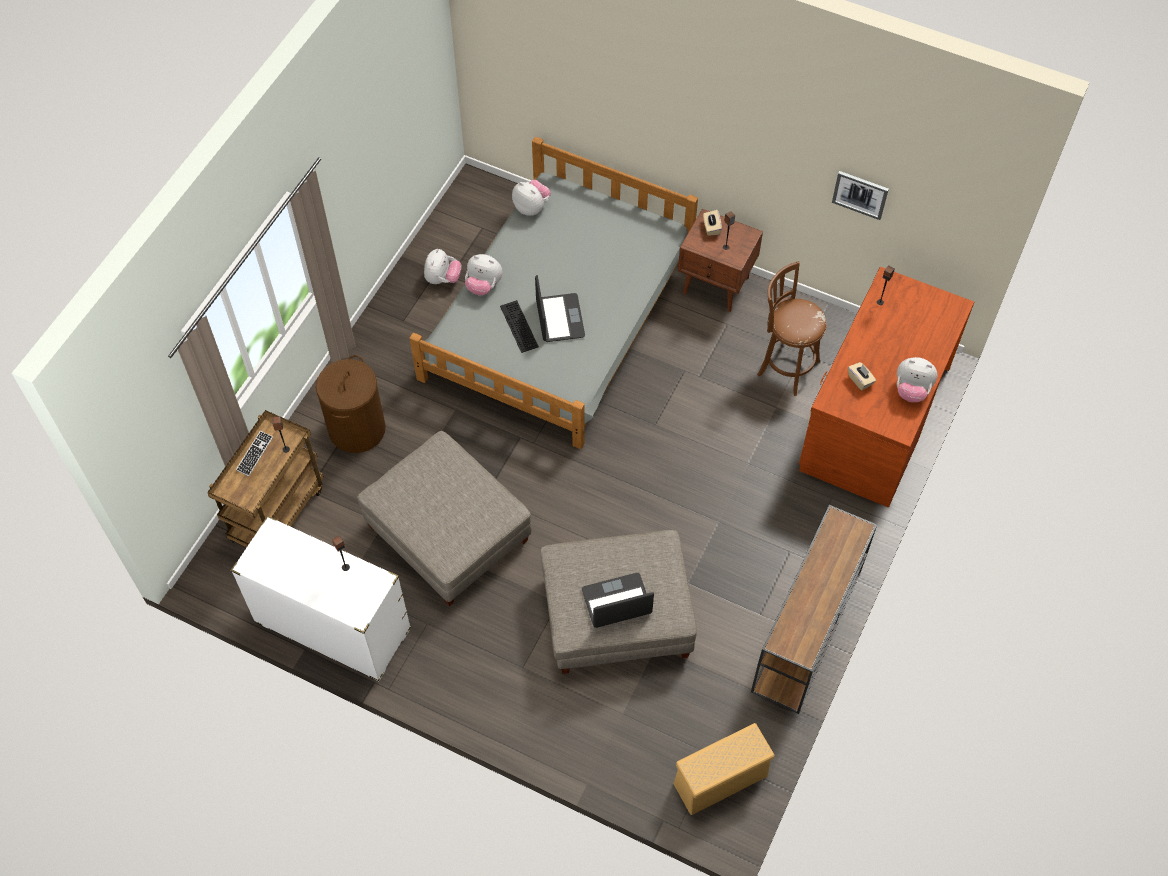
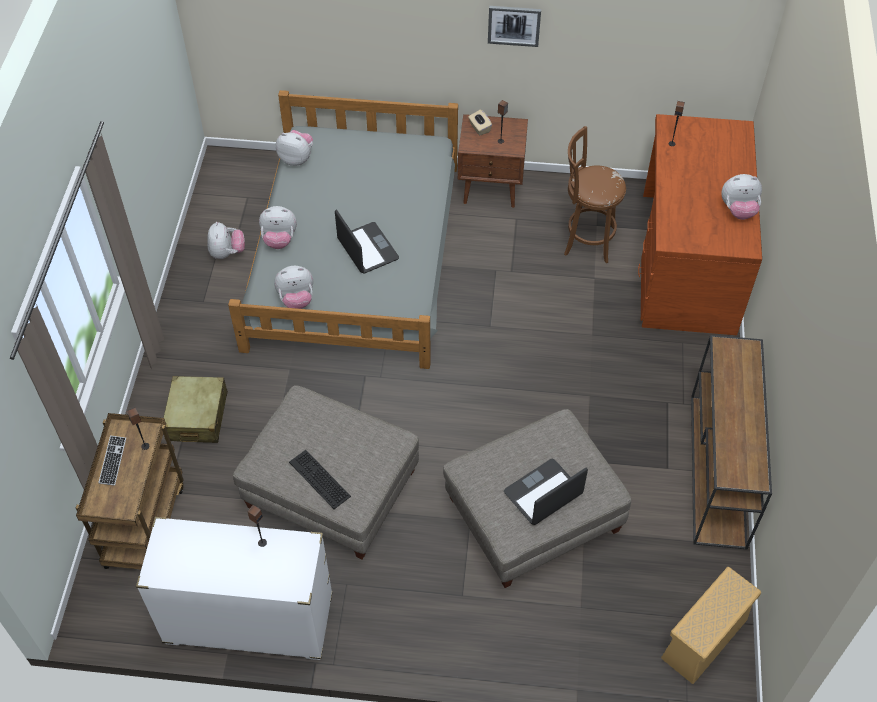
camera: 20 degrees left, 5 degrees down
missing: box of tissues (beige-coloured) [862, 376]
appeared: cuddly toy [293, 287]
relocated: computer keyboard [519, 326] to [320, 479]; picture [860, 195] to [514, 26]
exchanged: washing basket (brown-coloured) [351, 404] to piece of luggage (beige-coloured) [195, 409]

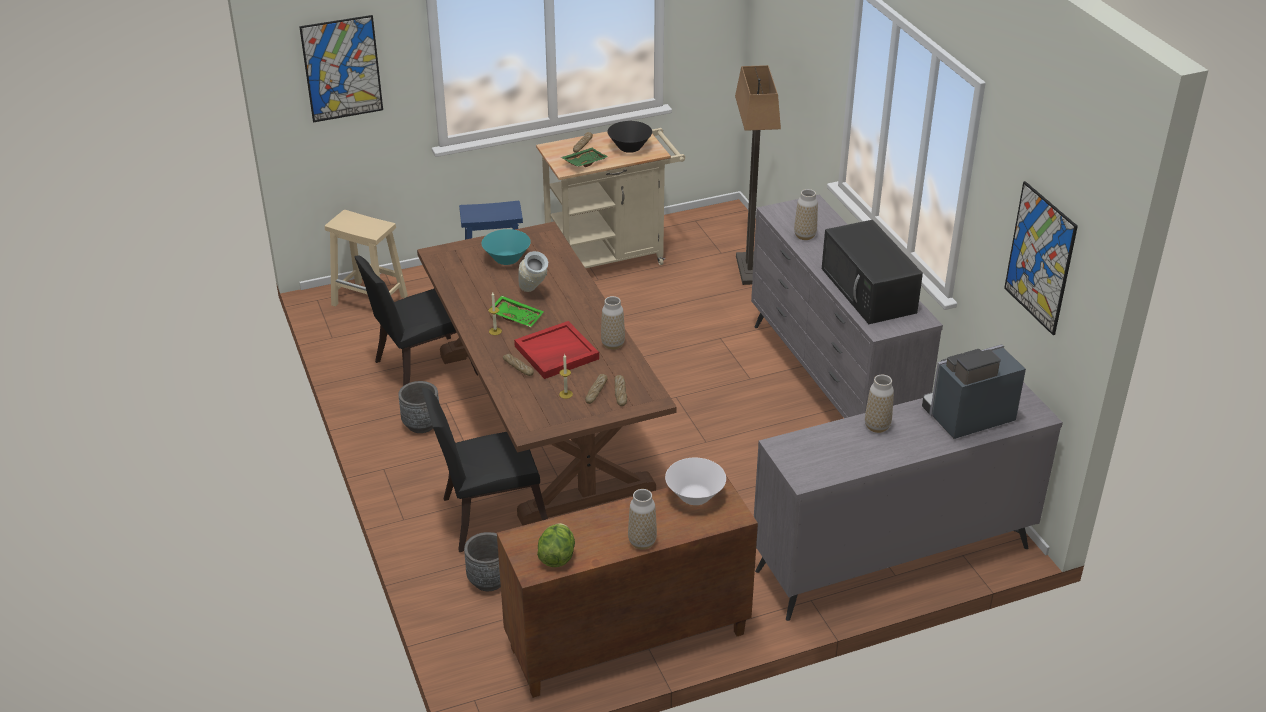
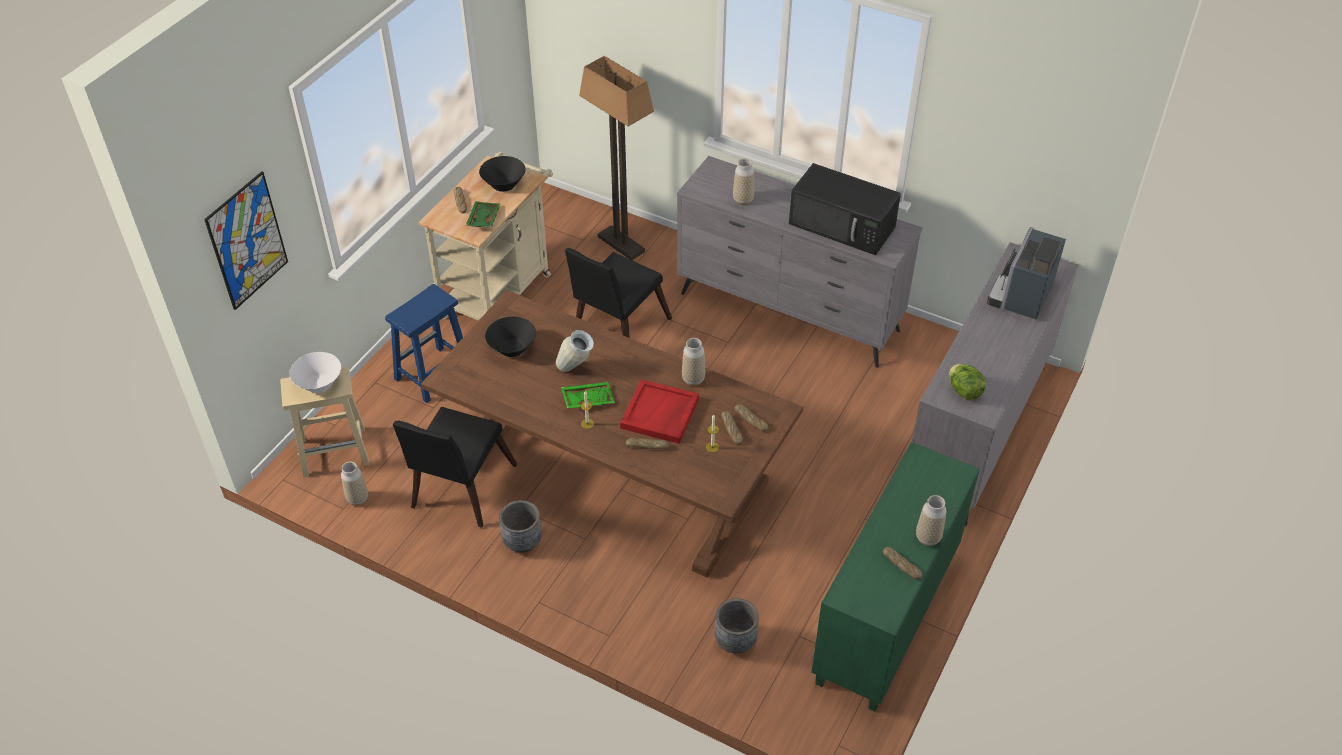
camera: 40 degrees left, 10 degrees up
missing: picture [1041, 258]
appeared: bread [902, 563]
relocated: serving bowl (white) [695, 481] to [315, 372]; decorative vase [879, 404] to [354, 484]; upright chair (black-coloured) [485, 470] to [618, 293]; head of lettuce [556, 545] to [967, 382]
colour: serving bowl (blue-green) [506, 247] to serving bowl (black-coloured) [510, 337]; cabinet (brown-coloured) [627, 587] to cabinet (green) [895, 577]

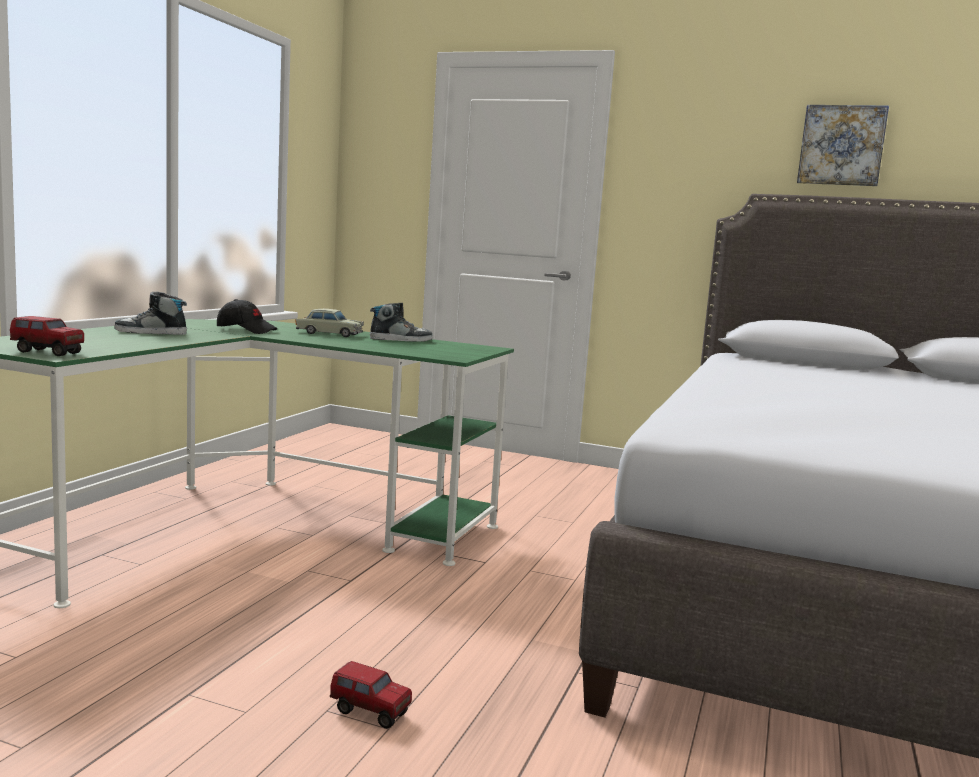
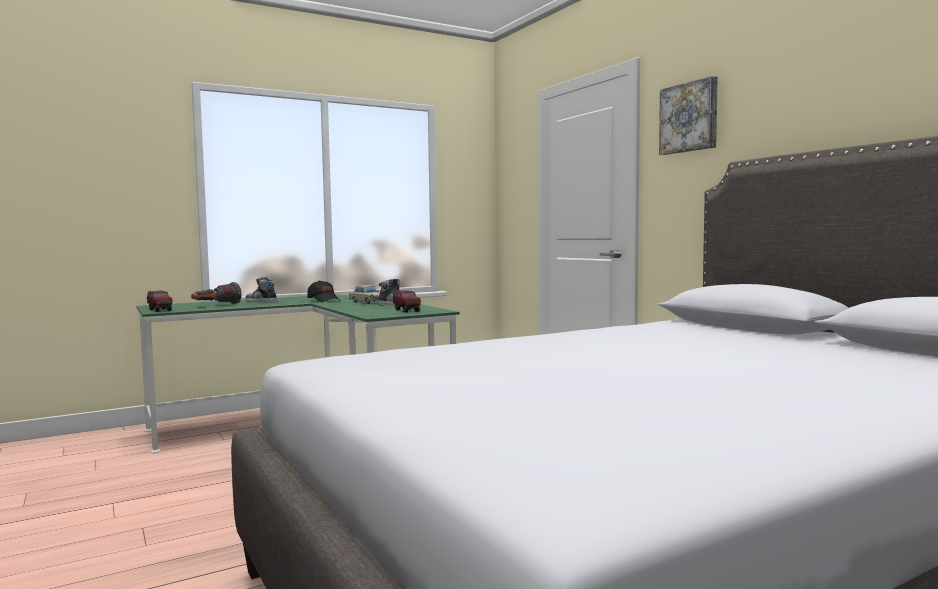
camera: 40 degrees right, 5 degrees down
appeared: flashlight [216, 293]
relocated: model truck [371, 695] to [407, 301]; picture [843, 145] to [688, 115]

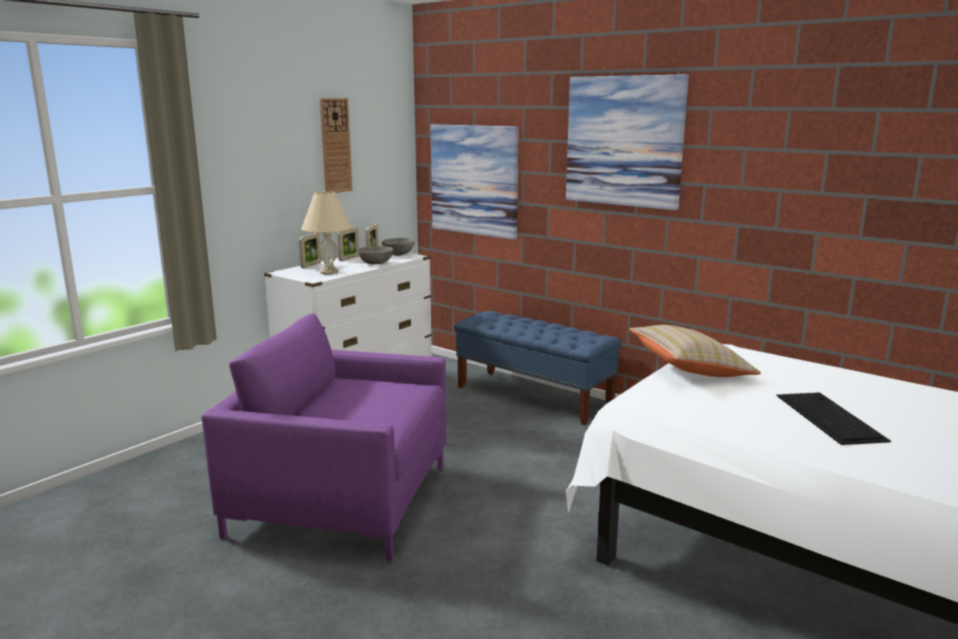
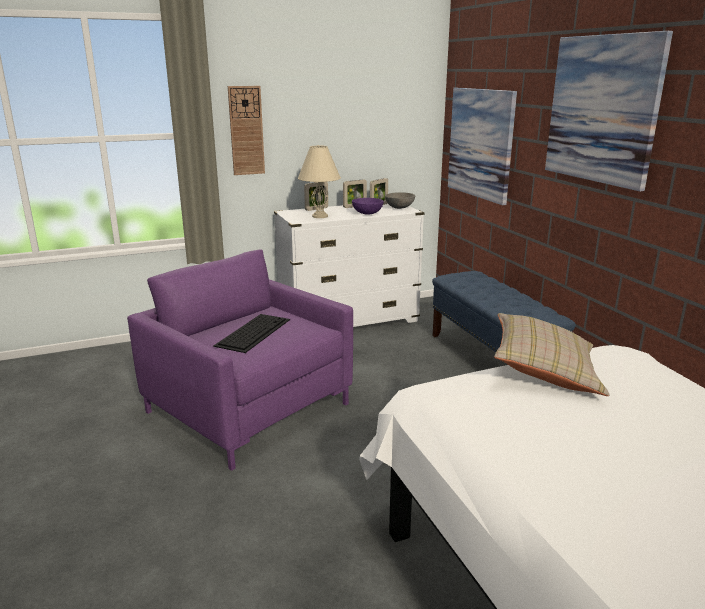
camera: 30 degrees right, 5 degrees up
relocated: computer keyboard [833, 419] to [251, 333]; wall clock [336, 145] to [246, 130]
colour: serving bowl (gray) [375, 255] to serving bowl (purplish) [368, 206]

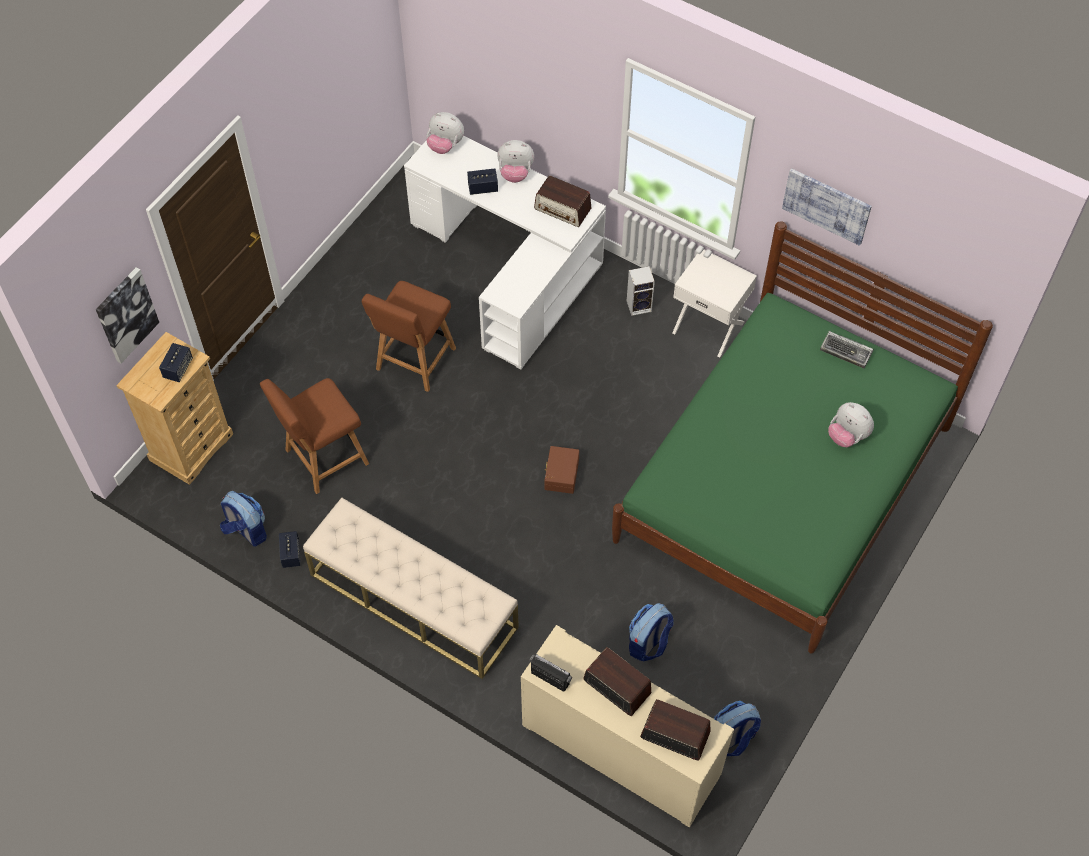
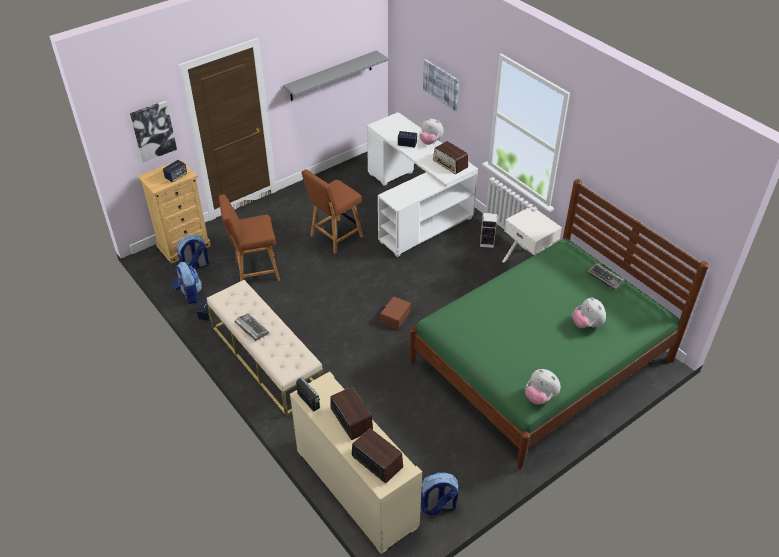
camera: 20 degrees right, 15 degrees down
appeared: computer keyboard [252, 327]; wall shelf (gray) [335, 75]
relocated: knapsack [651, 632] to [193, 251]; picture [827, 207] to [441, 85]; cuddly toy [445, 133] to [543, 387]

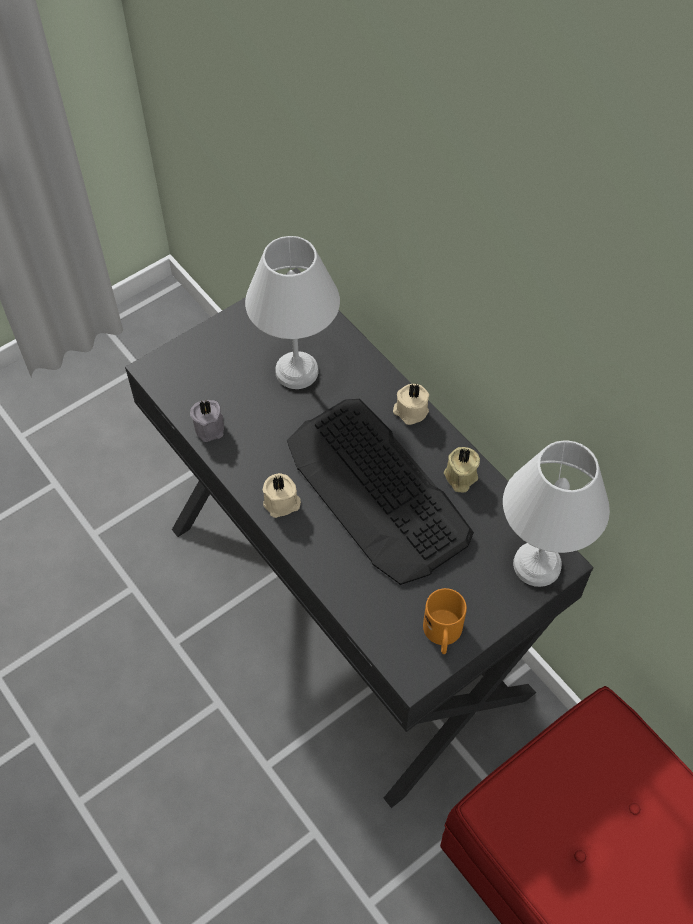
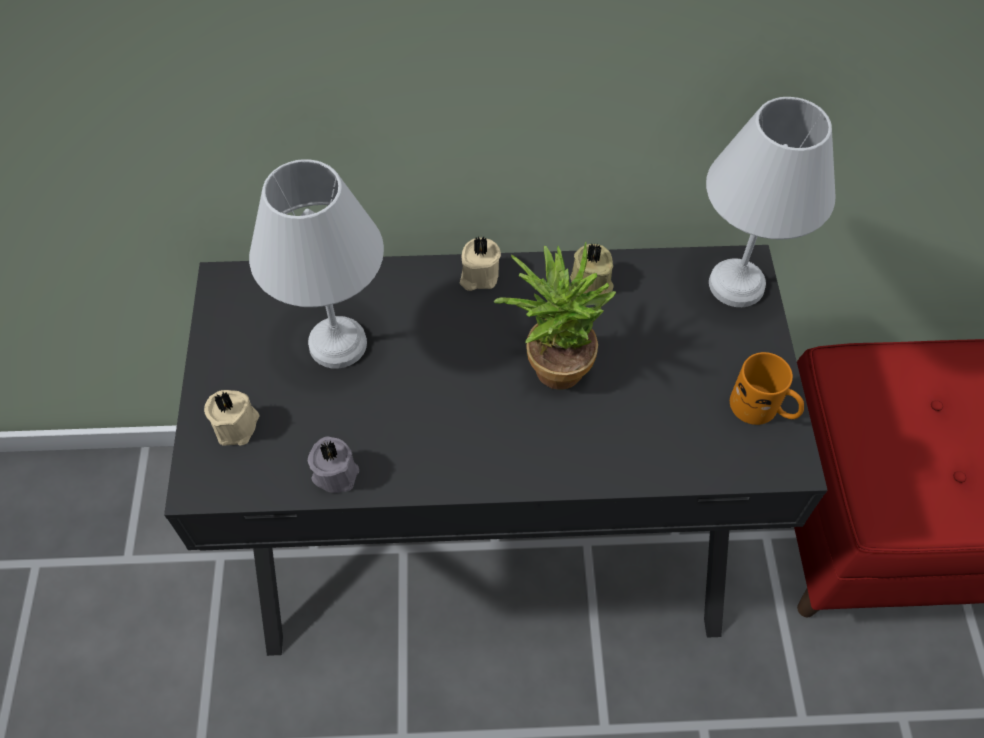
camera: 55 degrees left, 0 degrees up
relocated: wax light (beige-coloured) [282, 495] to [232, 418]
exchanged: computer keyboard [380, 492] to houseplant [555, 315]

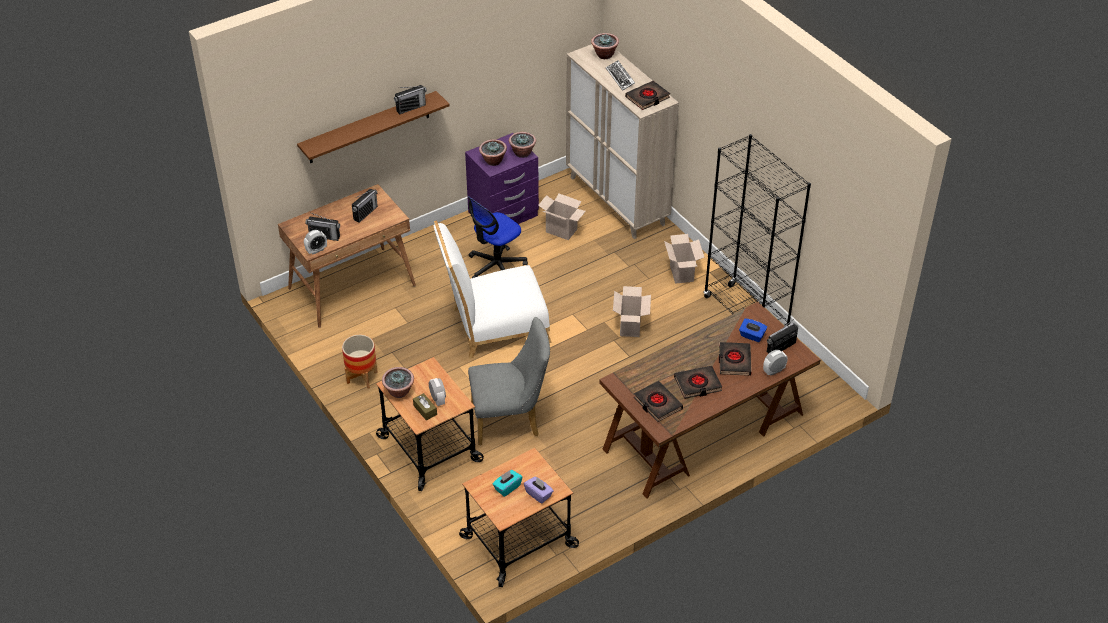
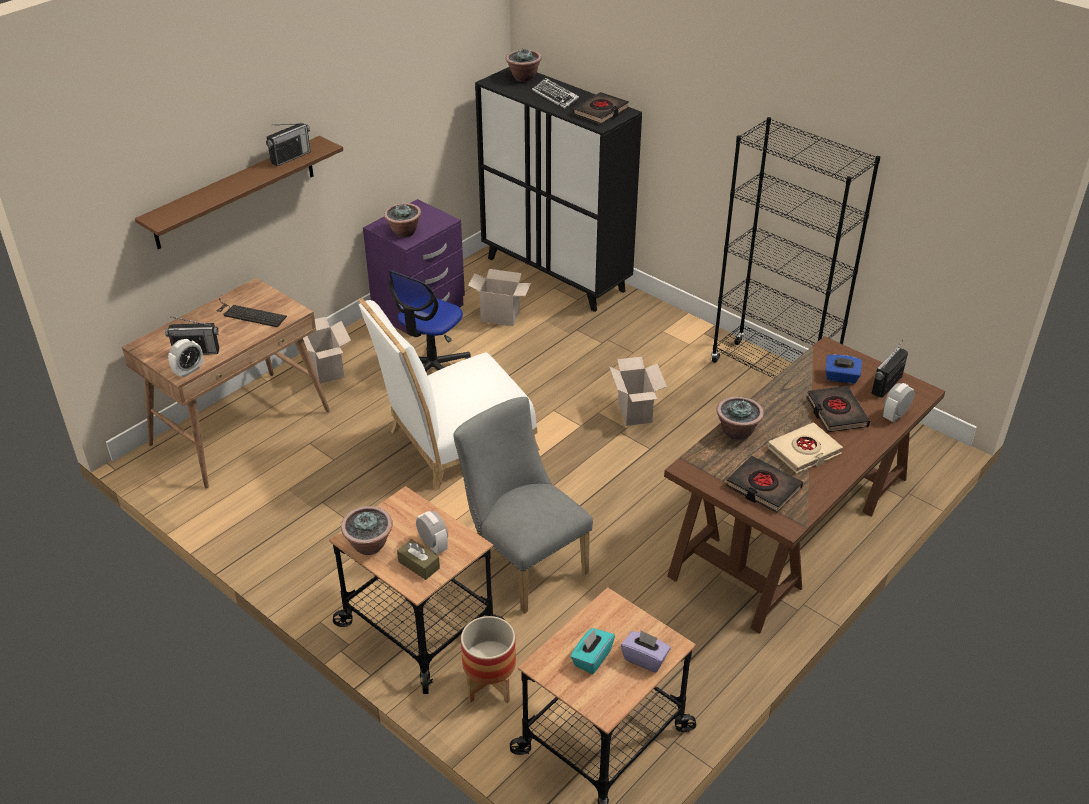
camera: 15 degrees left, 5 degrees down
relocated: packing box [684, 259] to [327, 350]; plant pot [360, 362] to [488, 659]; houseplant [522, 145] to [740, 418]
exchanged: radio set [365, 206] to computer keyboard [251, 312]
colour: cabinet (beige-coloured) [622, 141] to cabinet (black-coloured) [558, 189]; bound book (black-coloured) [698, 382] to bound book (beige-coloured) [805, 448]
spun: upright chair (gray) [509, 381] = [523, 505] 105 degrees counterclockwise

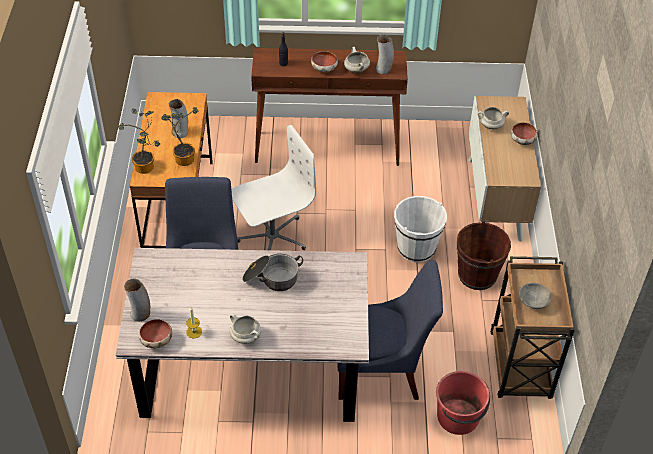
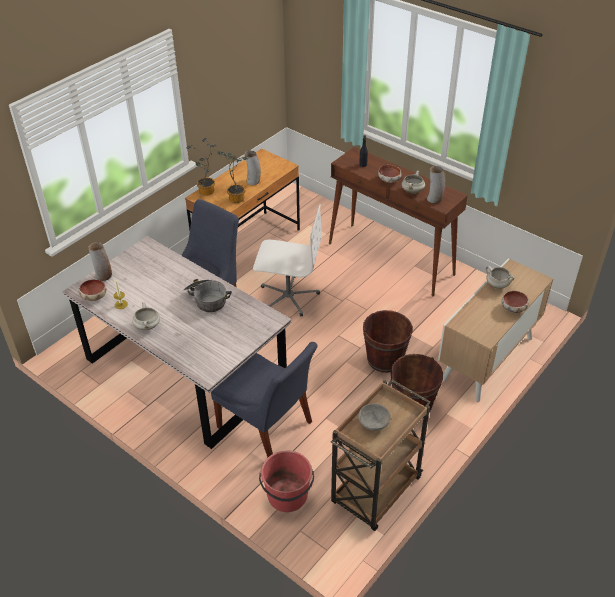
camera: 40 degrees right, 5 degrees down
colour: pail (white) [420, 229] to pail (brown-coloured) [388, 341]

